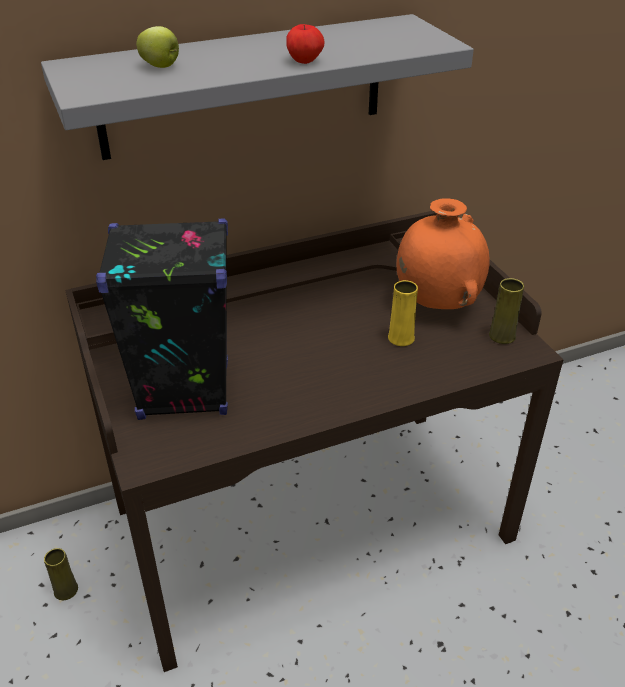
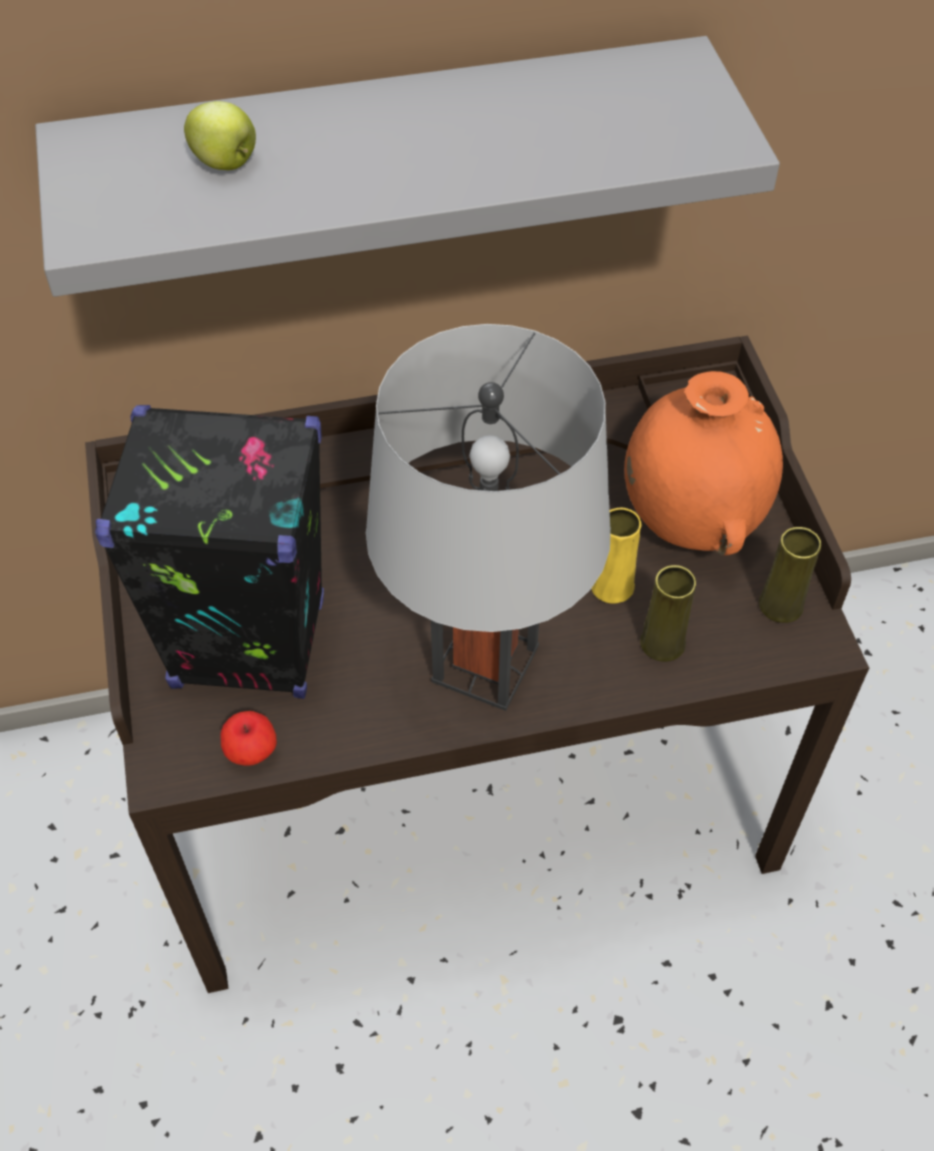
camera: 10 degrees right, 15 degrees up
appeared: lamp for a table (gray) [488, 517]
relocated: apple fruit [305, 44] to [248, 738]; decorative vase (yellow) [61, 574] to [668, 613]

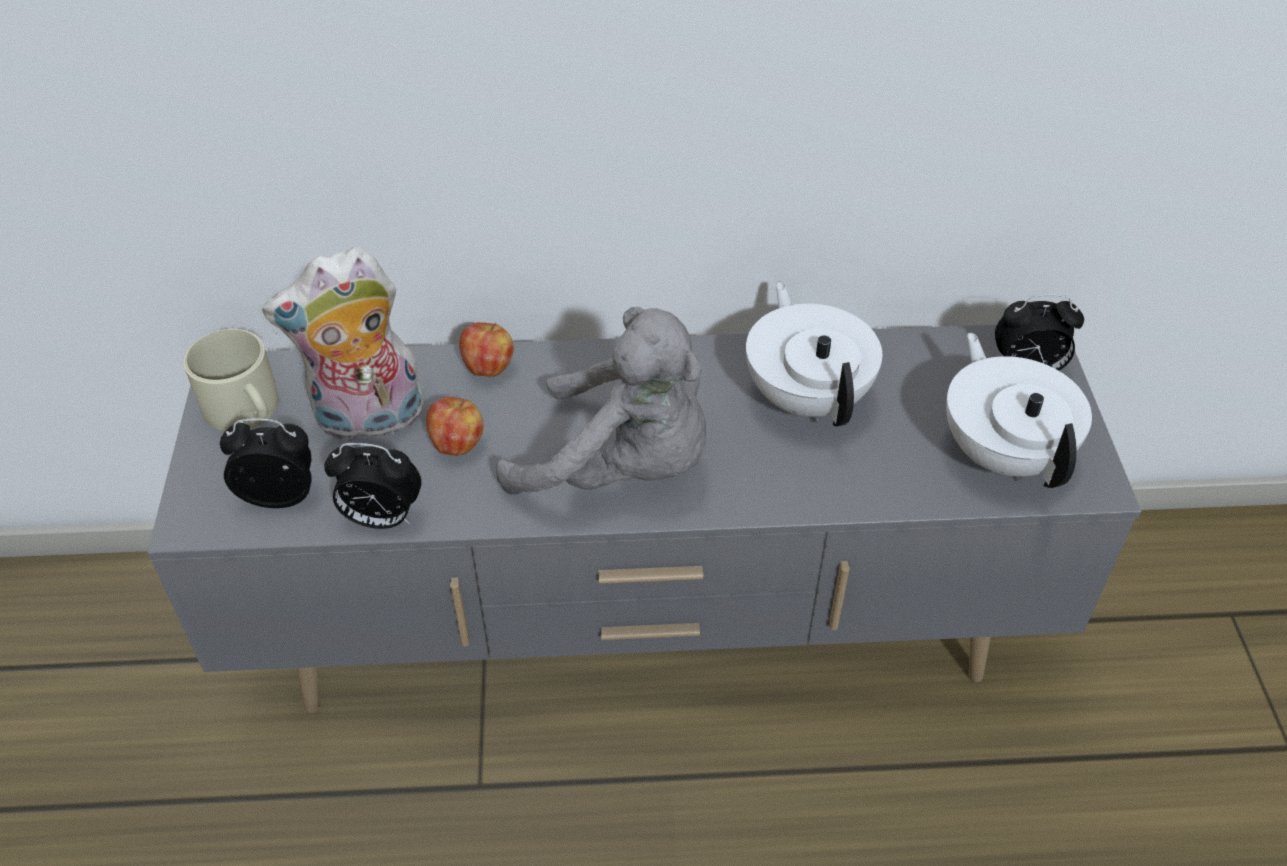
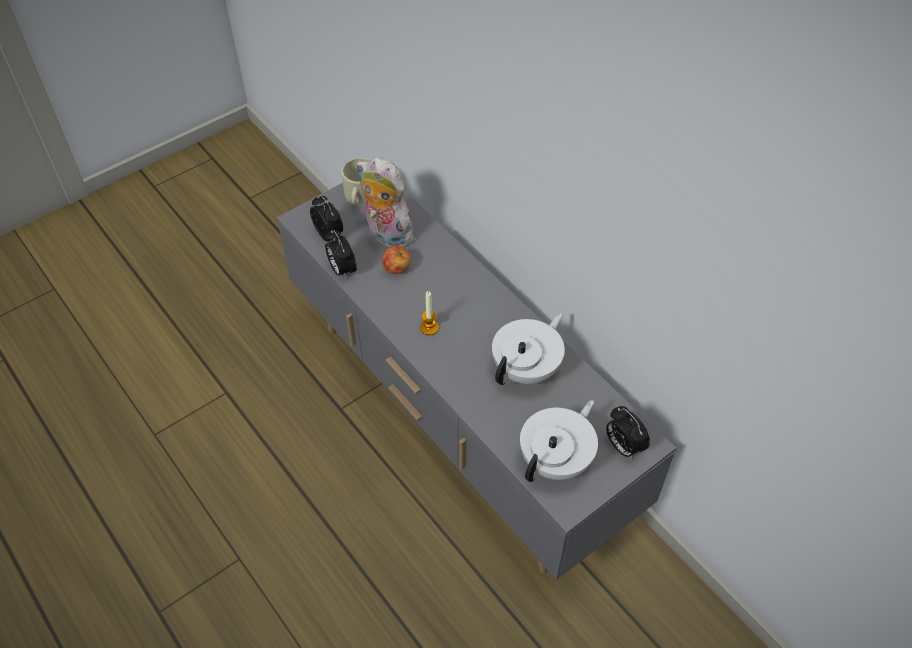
camera: 55 degrees right, 5 degrees up
missing: apple fruit [486, 349]
exchanged: cuddly toy (gray) [601, 400] to wax light [429, 313]

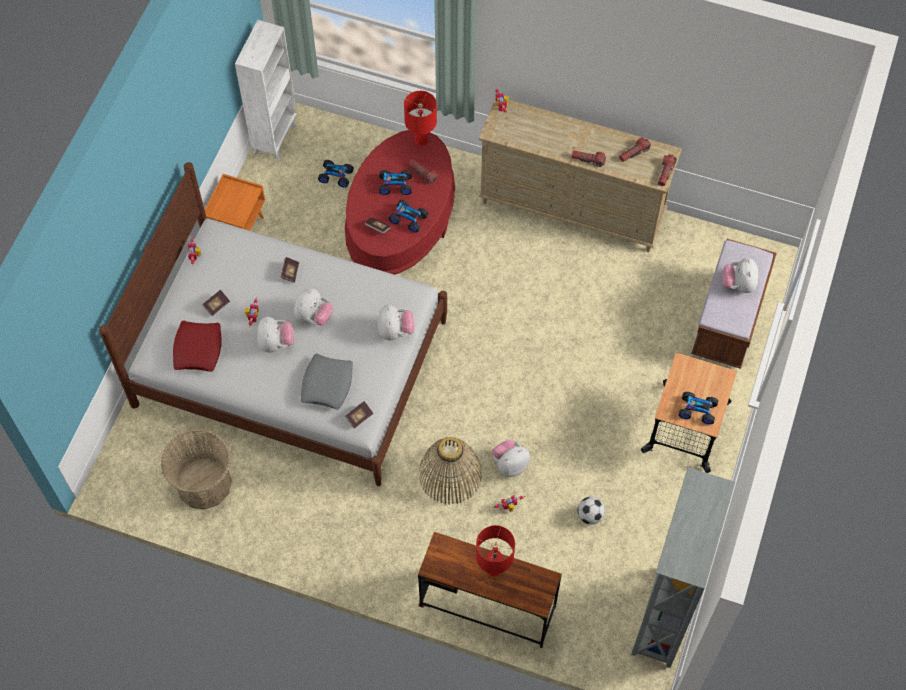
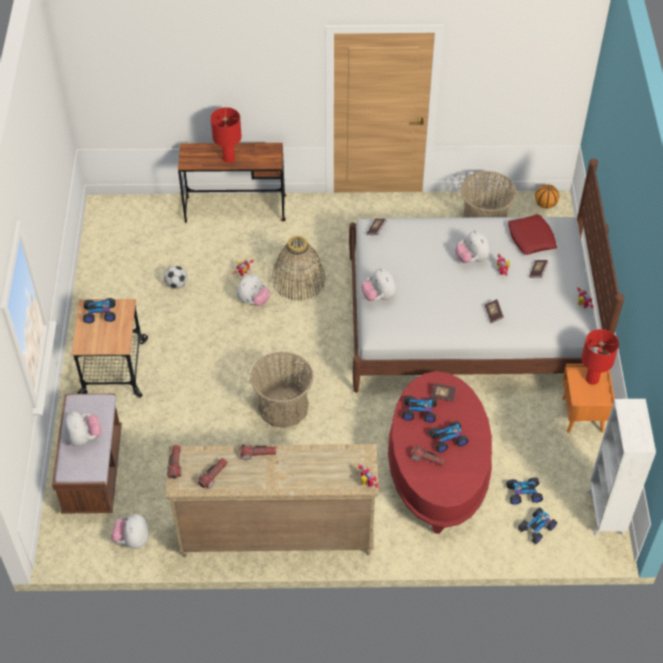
camera: 160 degrees right, 10 degrees down
missing: pillow (gray) [327, 381]; shelving unit (gray) [683, 567]
appeared: basket [282, 390]; miniature car [537, 525]; basketball [547, 196]
relocated: cuddly toy [313, 306] to [129, 531]; lamp for a table (reddish) [420, 118] to [600, 357]

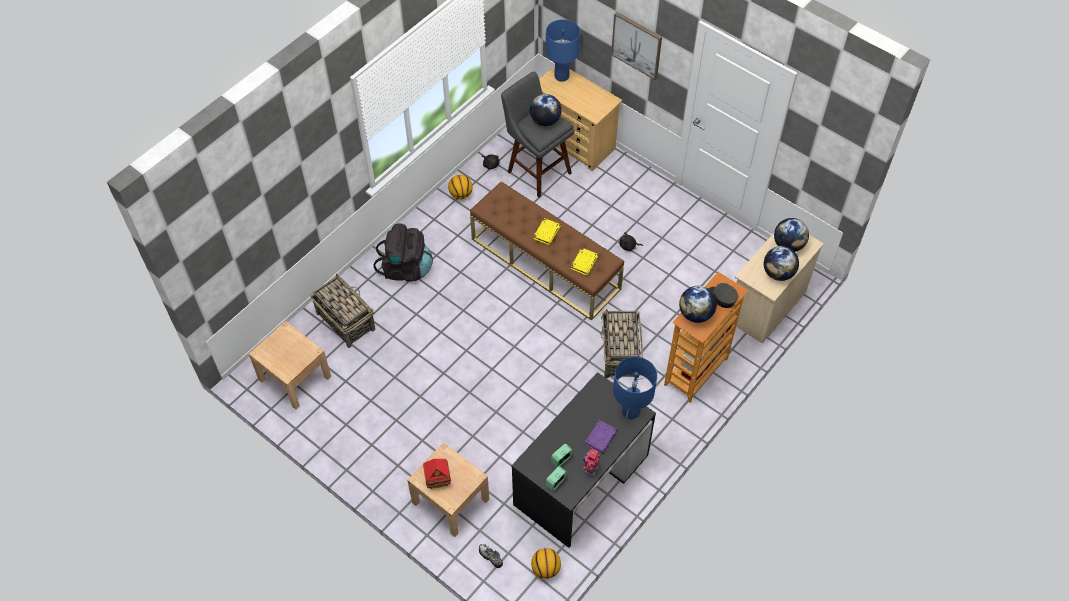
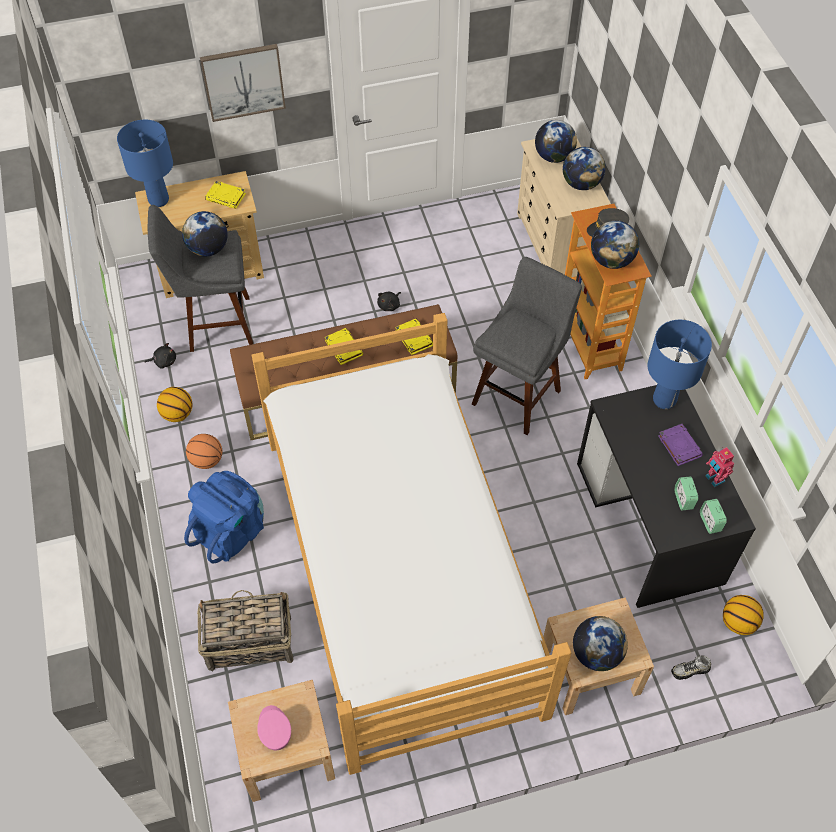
camera: 55 degrees left, 0 degrees up
appeared: basketball [204, 451]; bound book (yellow) [225, 195]; bed [411, 544]; cap (pink) [274, 727]
exchanged: basket [621, 344] to stool seat (gray) [527, 346]; model house [437, 474] to desk globe [600, 643]
colour: knapsack (black-coloured) [403, 252] to knapsack (blue-coloured) [224, 517]

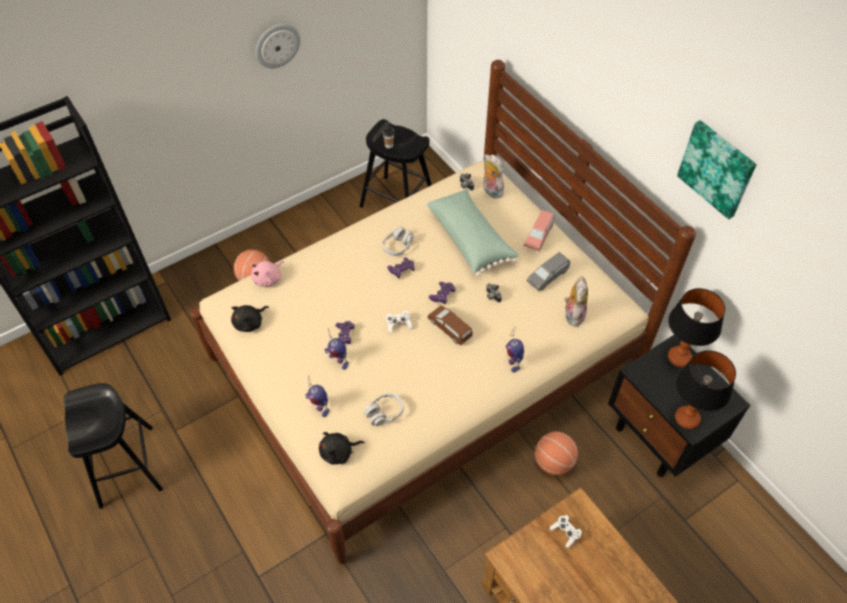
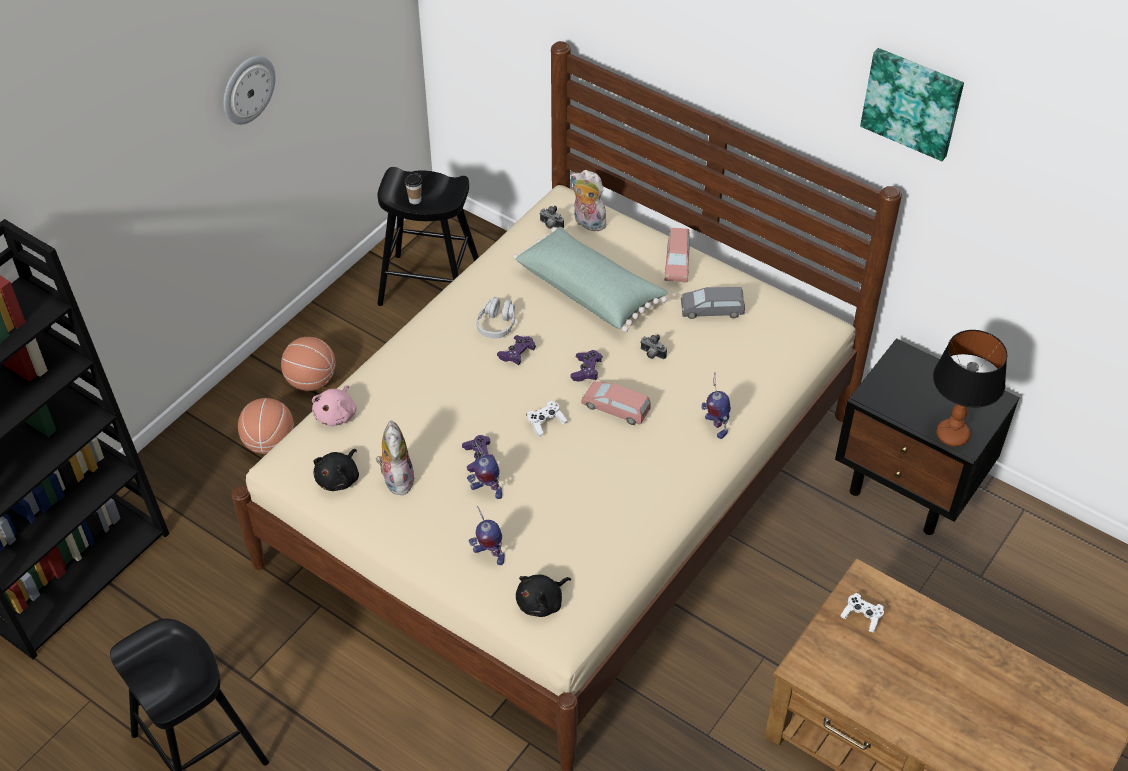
camera: 20 degrees left, 5 degrees down
missing: headphones (gray) [384, 409]; lamp for a table [696, 327]
relocated: basketball [556, 453] to [308, 364]; cuddly toy [576, 301] to [395, 458]
colour: miniature car (brown-coloured) [450, 325] to miniature car (pink) [616, 403]
spun: miniature car (gray) [548, 271] = [713, 303] 60 degrees clockwise

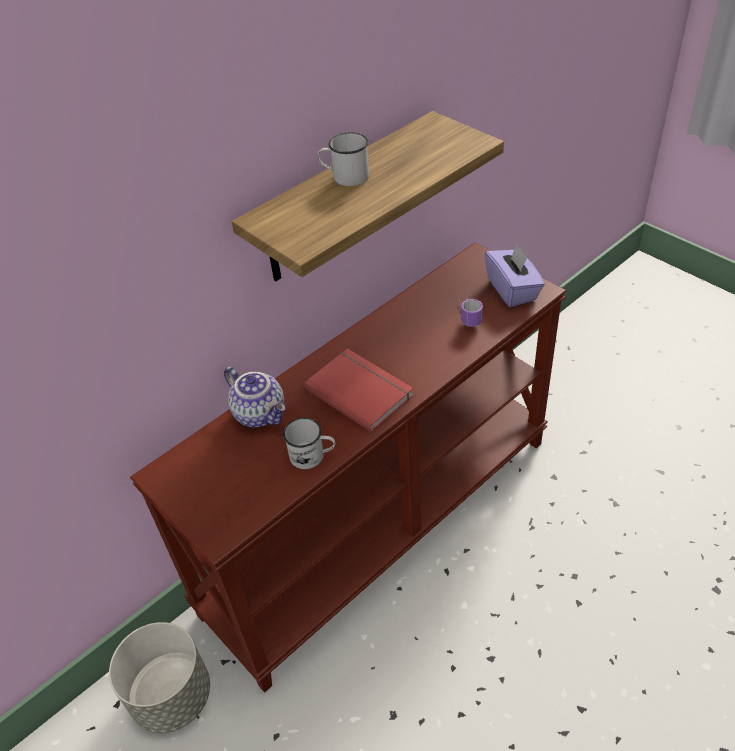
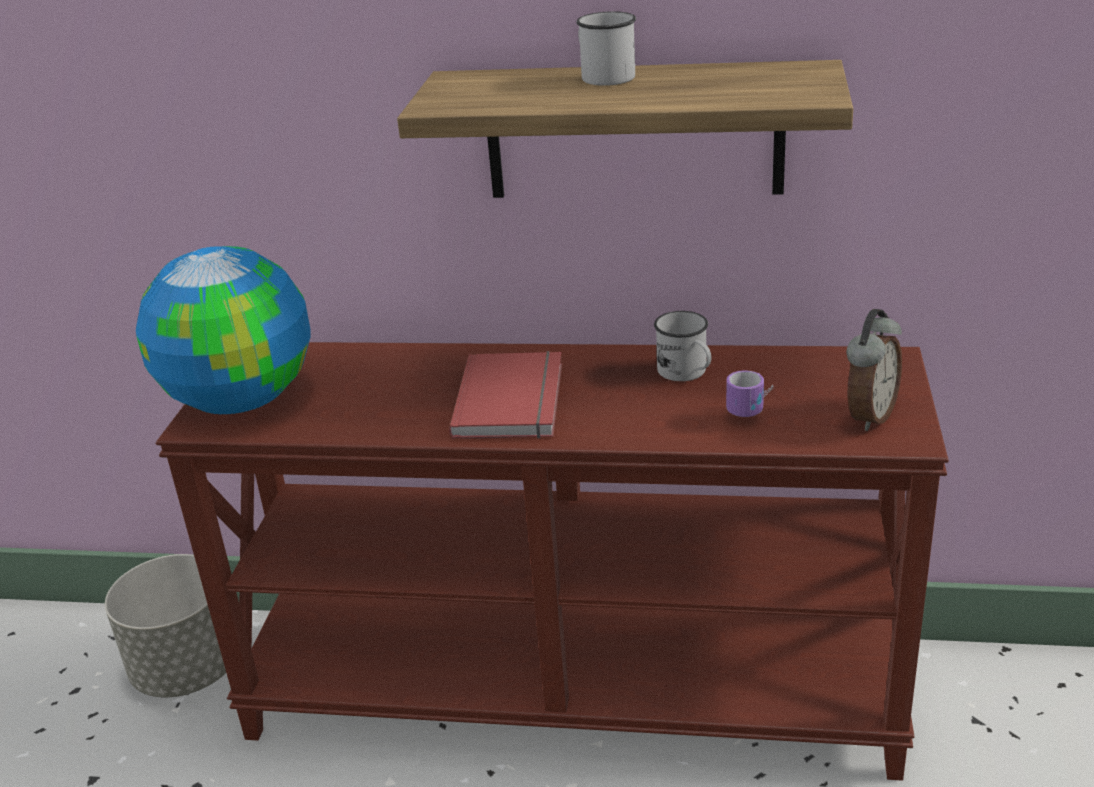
camera: 50 degrees right, 15 degrees down
missing: pot for tea [255, 397]
appeared: desk globe [223, 330]
relocated: tea mug (white) [309, 443] to [683, 346]
exchanged: box of tissues (purplish) [515, 275] to alarm clock [874, 370]

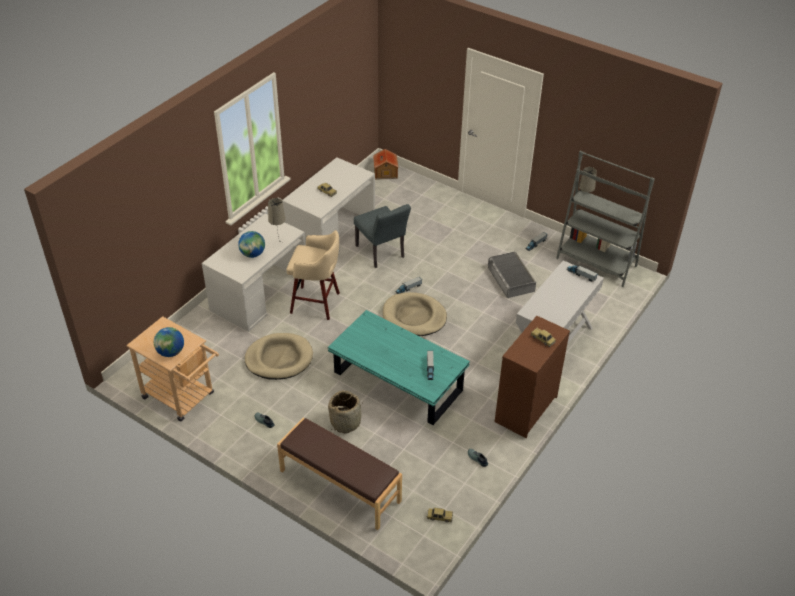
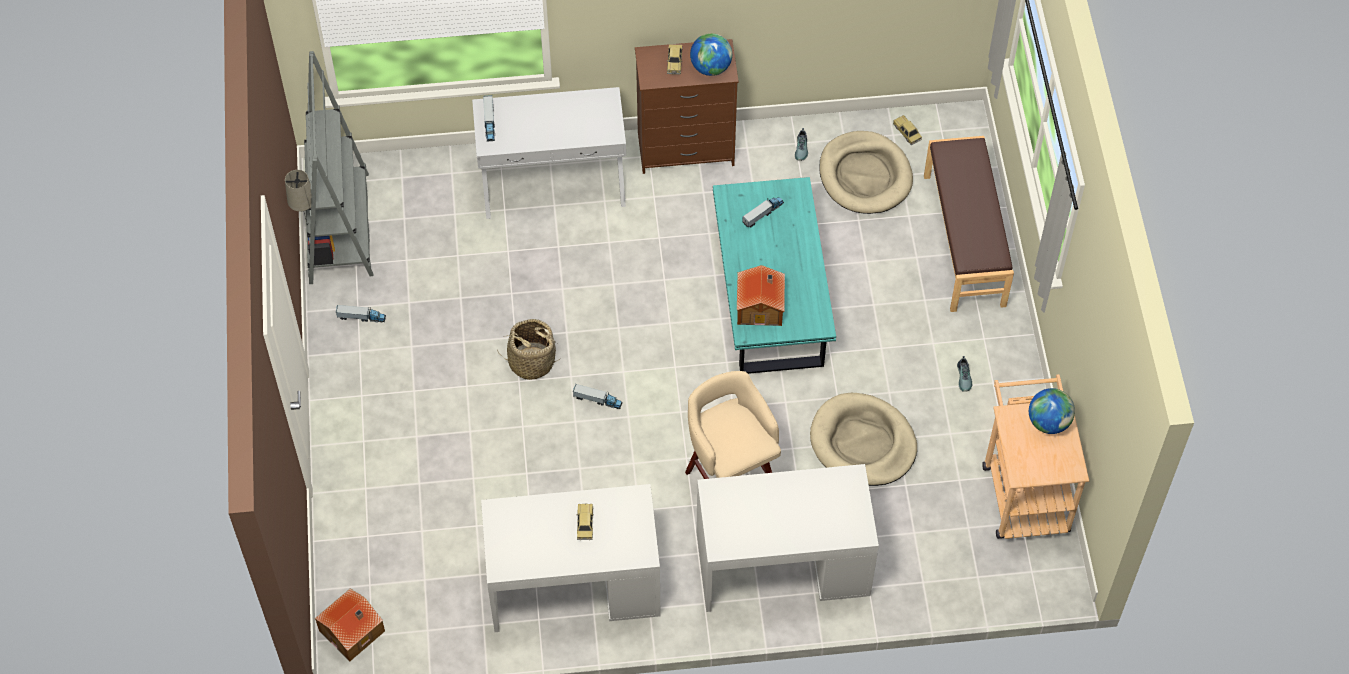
camera: 130 degrees left, 15 degrees up
missing: lamp for a table (beige-coloured) [277, 217]; upright chair (gray) [382, 236]; storage container (gray) [512, 275]
appeared: model house [761, 295]
relocated: basket [345, 411] to [529, 349]; desk globe [251, 244] to [711, 54]; dog bed (beige-coloured) [415, 314] to [866, 172]

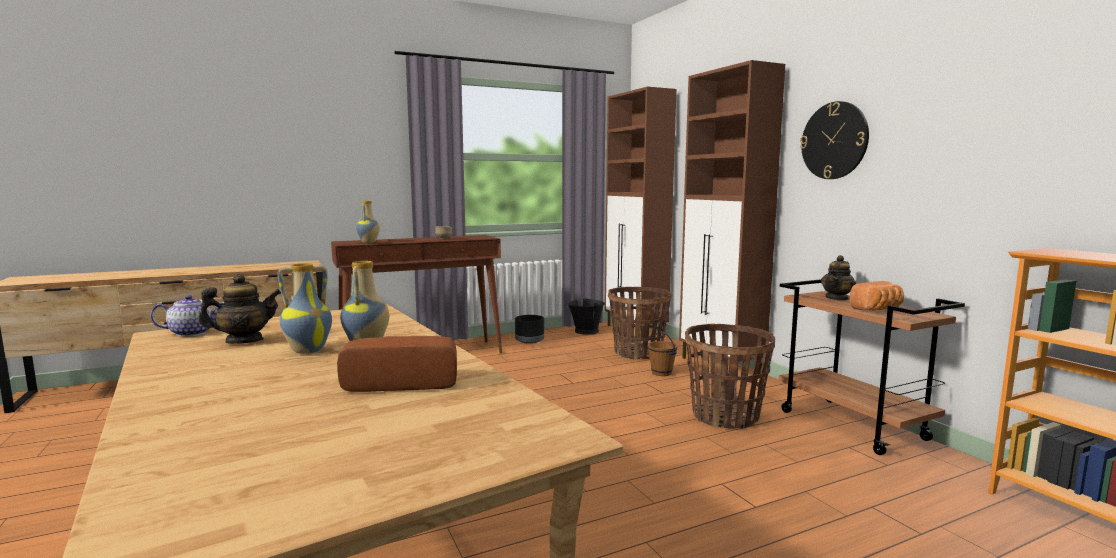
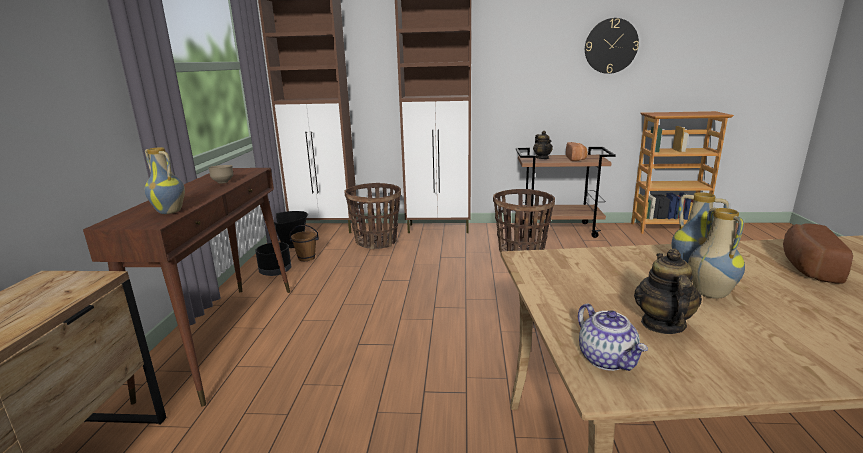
camera: 60 degrees left, 10 degrees up
relocated: pail (brown-coloured) [662, 354] to [304, 243]; wall clock [834, 140] to [612, 46]
spun: pot for tea [187, 316] = [613, 337] 150 degrees clockwise

